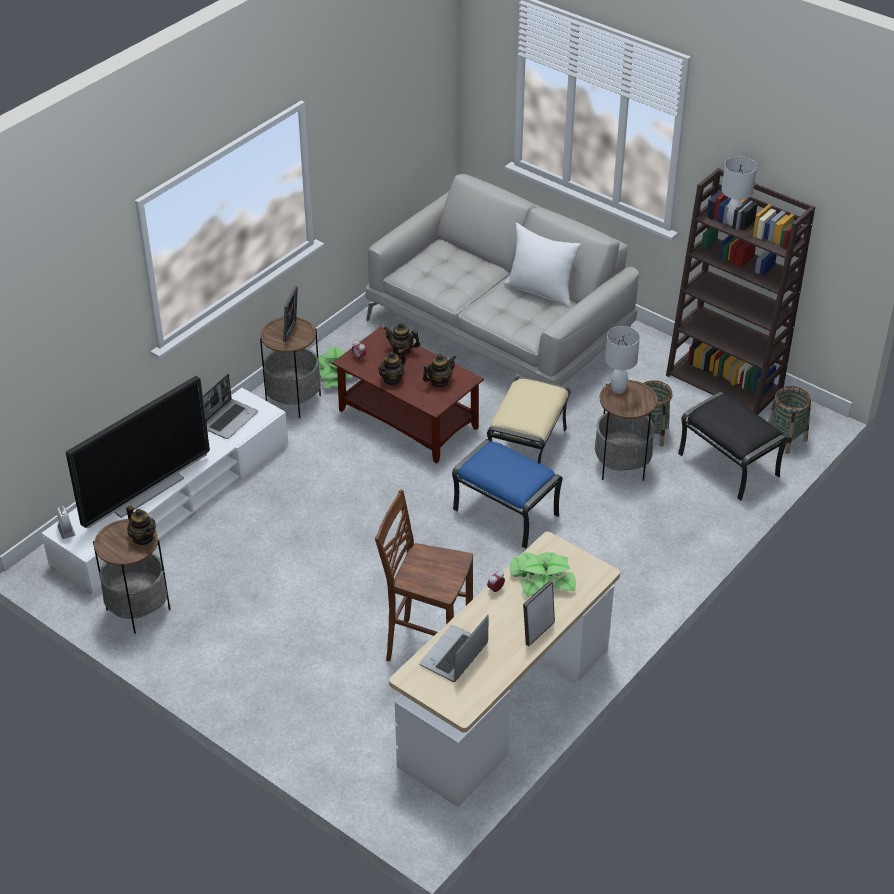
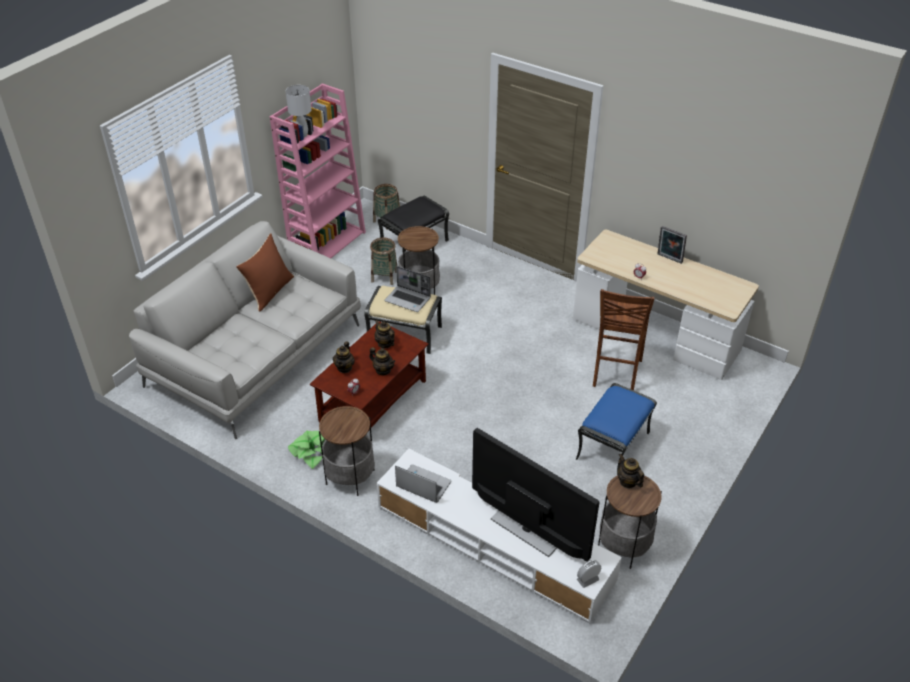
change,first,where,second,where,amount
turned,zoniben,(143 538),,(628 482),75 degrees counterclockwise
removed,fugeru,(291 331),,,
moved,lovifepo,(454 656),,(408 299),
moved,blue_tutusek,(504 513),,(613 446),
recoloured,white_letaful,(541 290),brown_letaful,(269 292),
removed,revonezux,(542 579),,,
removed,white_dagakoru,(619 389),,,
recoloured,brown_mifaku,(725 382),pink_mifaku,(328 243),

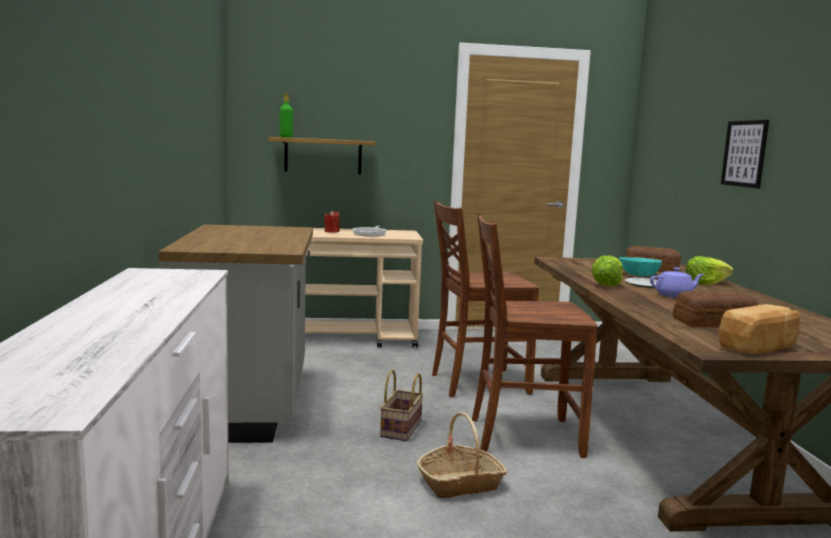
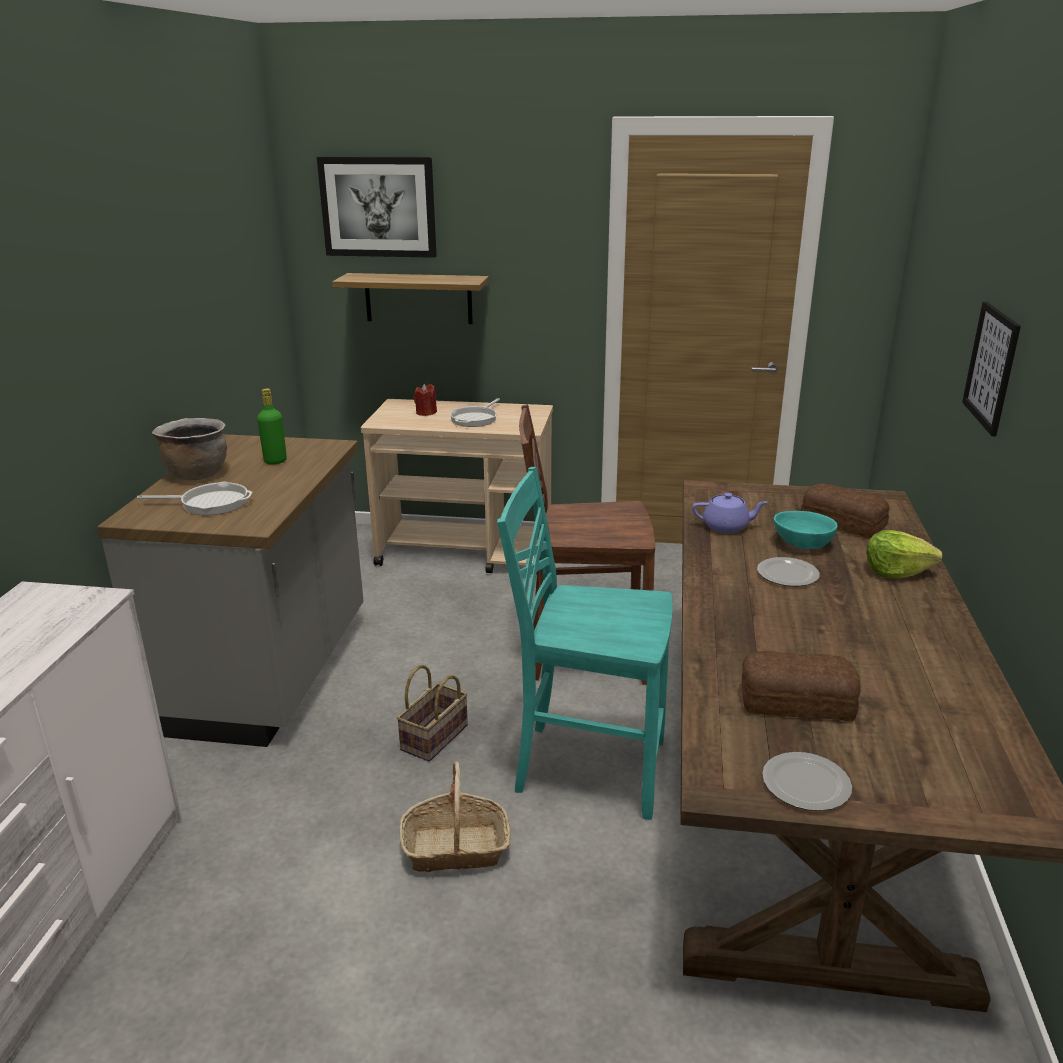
change,first,where,second,where,amount
moved,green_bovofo,(286 137),,(275 461),
recoloured,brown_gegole,(522 436),turquoise_gegole,(587 767),
removed,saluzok,(606 285),,,
moved,purple_zoniben,(674 295),,(727 526),
replaced,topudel,(760 347),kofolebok,(804 783),
added,,,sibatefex,(210 503),
added,,,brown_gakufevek,(197 474),
added,,,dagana,(378 207),

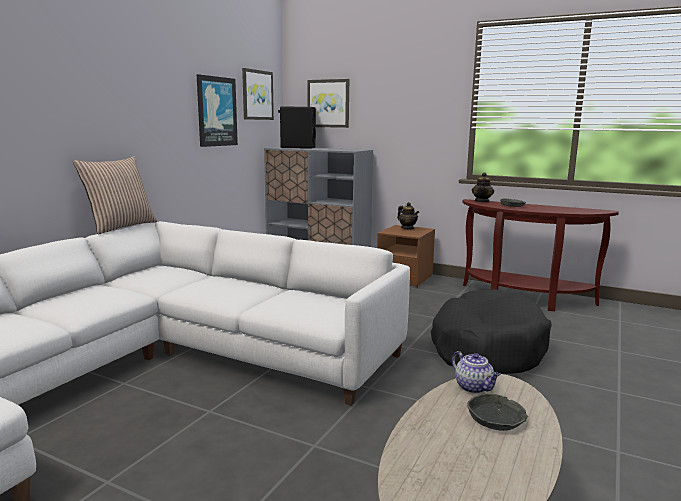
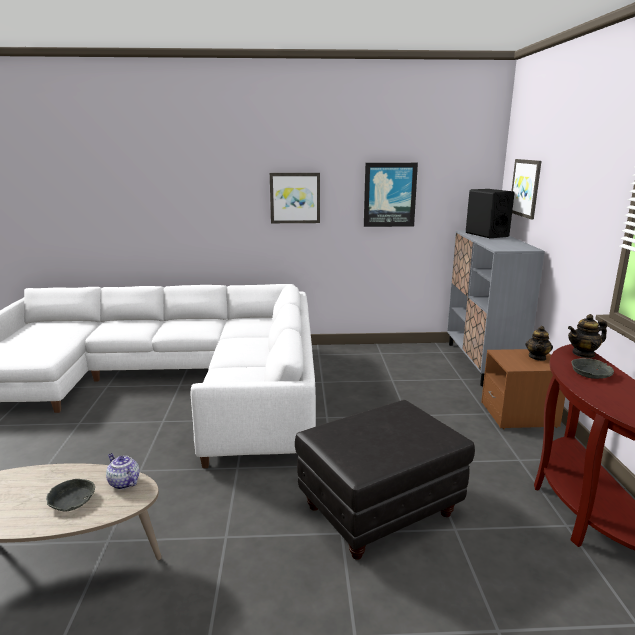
change,first,where,second,where,amount
removed,letaful,(120 226),,,
moved,dagana,(257 95),,(295 198),
replaced,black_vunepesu,(486 348),black_tutusek,(380 511),
turned,zoniben,(474 387),,(123 482),105 degrees clockwise

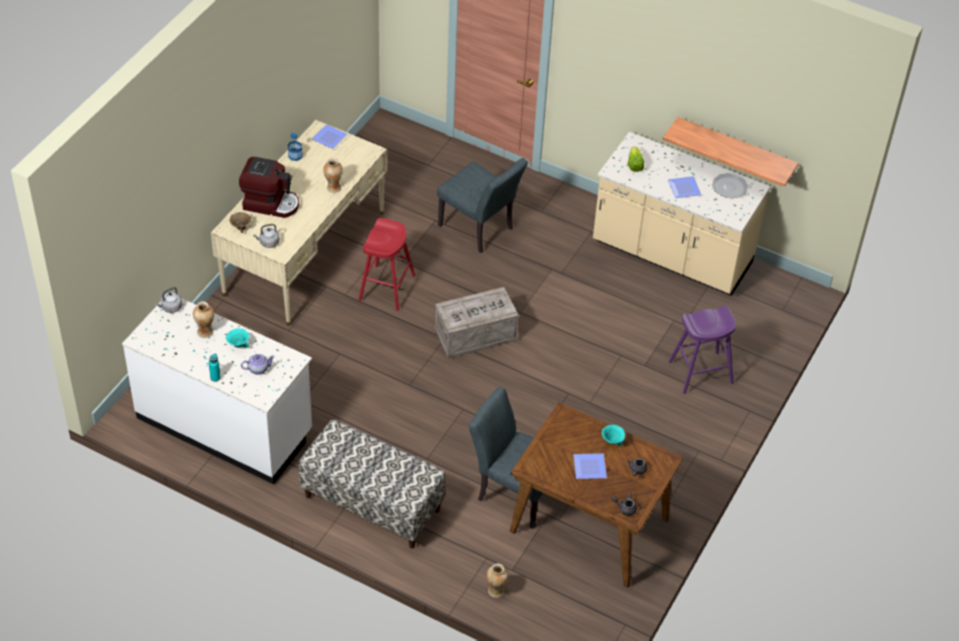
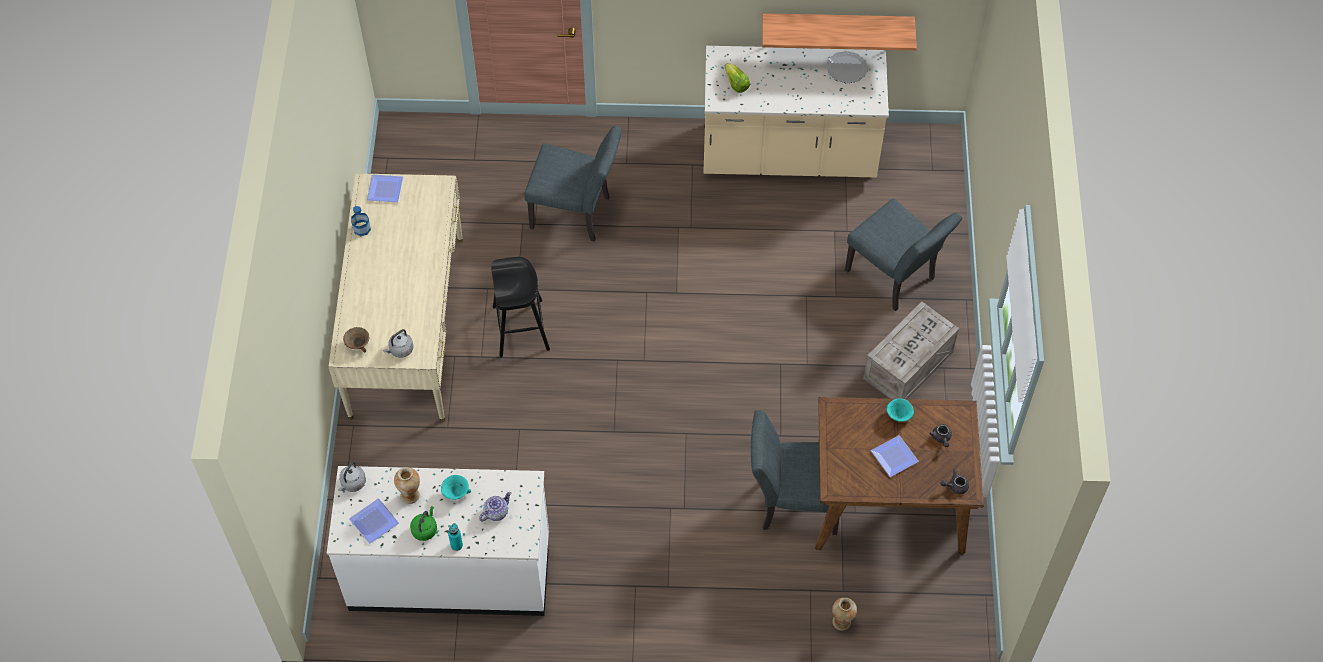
change,first,where,second,where,amount
removed,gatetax,(271 203),,,
removed,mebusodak,(372 503),,,
removed,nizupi,(333 188),,,
recoloured,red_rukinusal,(387 287),black_rukinusal,(521 328),
moved,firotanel,(474 336),,(907 366),
moved,kofolebok,(683 189),,(374 523),
replaced,purple_rukinusal,(700 372),grey_gegole,(895 278),
added,,,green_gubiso,(425 529),

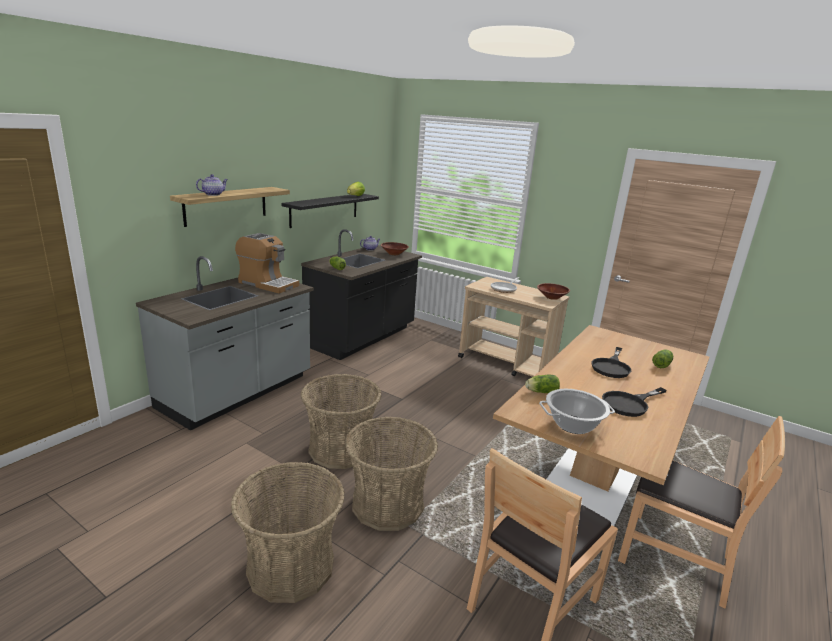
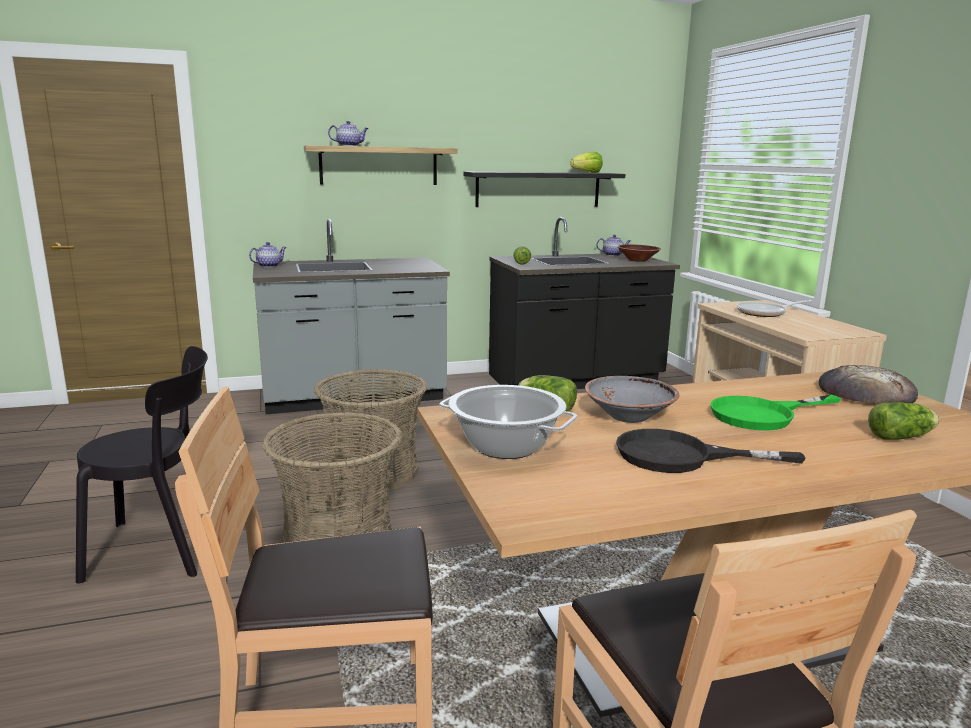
change,first,where,second,where,amount
replaced,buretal,(291 566),black_gegole,(162 548),
removed,gatetax,(267 284),,,
removed,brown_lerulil,(552 297),,,
recoloured,black_sibatefex,(611 367),green_sibatefex,(763 415),
added,,,zoniben,(269 266),
added,,,grey_lerulil,(629 416),
added,,,topudel,(865 393),

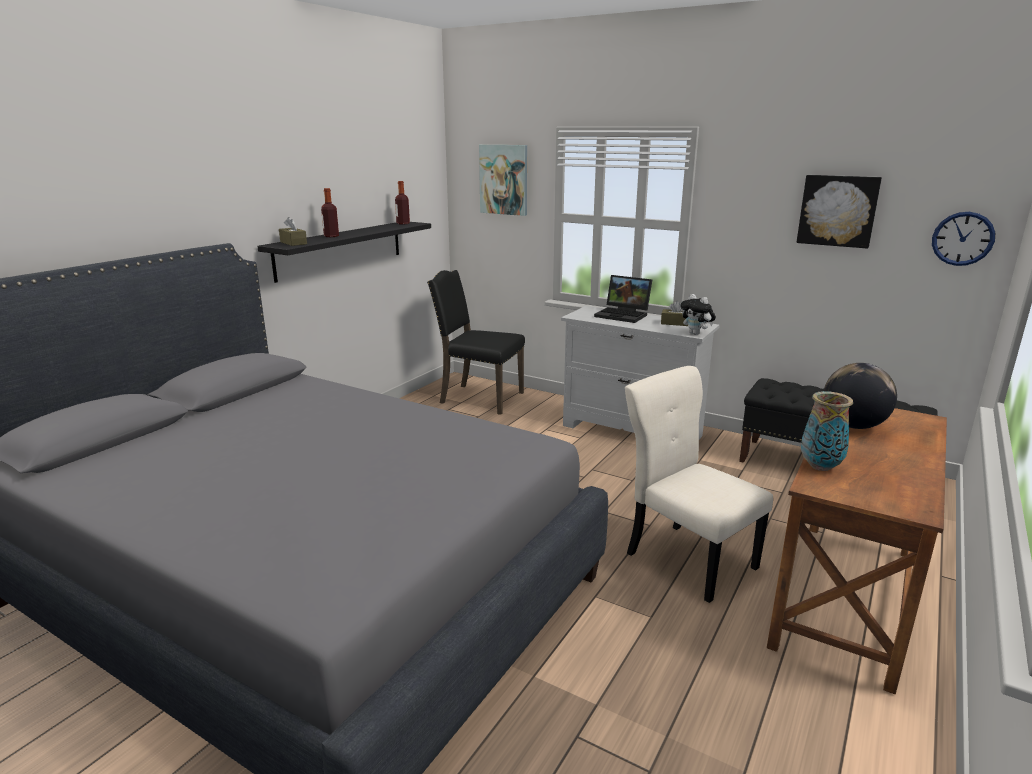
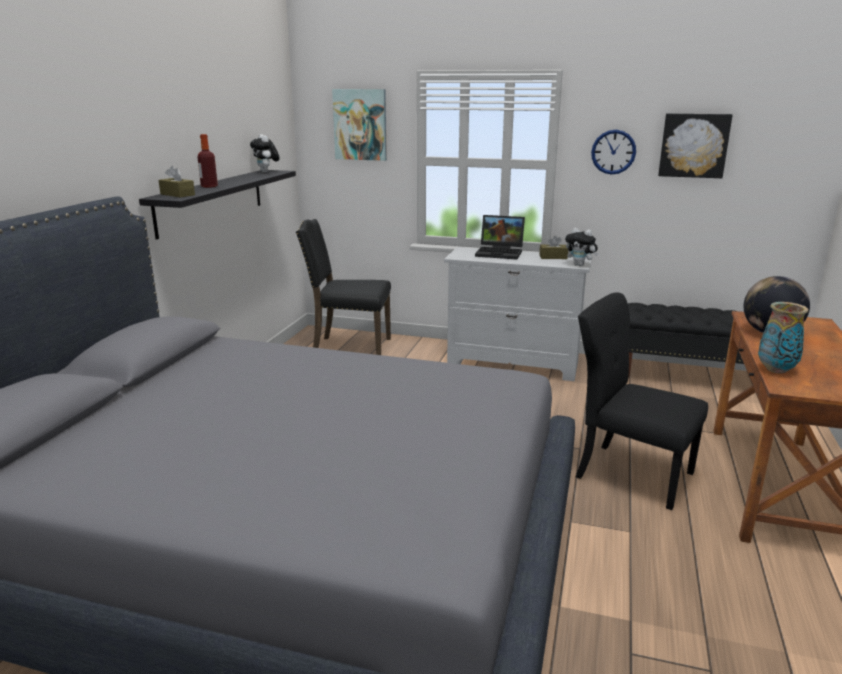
change,first,where,second,where,amount
replaced,bovofo,(403 223),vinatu,(266 172),
recoloured,beige_gegole,(687 558),black_gegole,(629 473),
moved,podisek,(962 238),,(613 152),

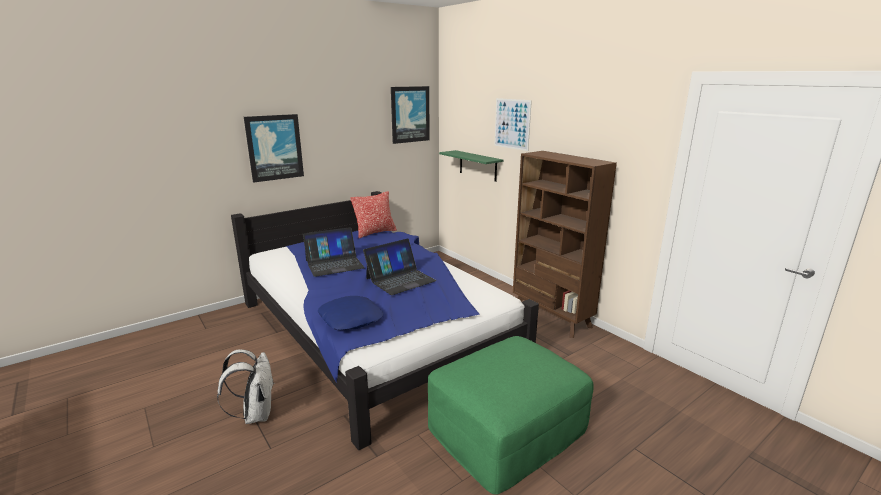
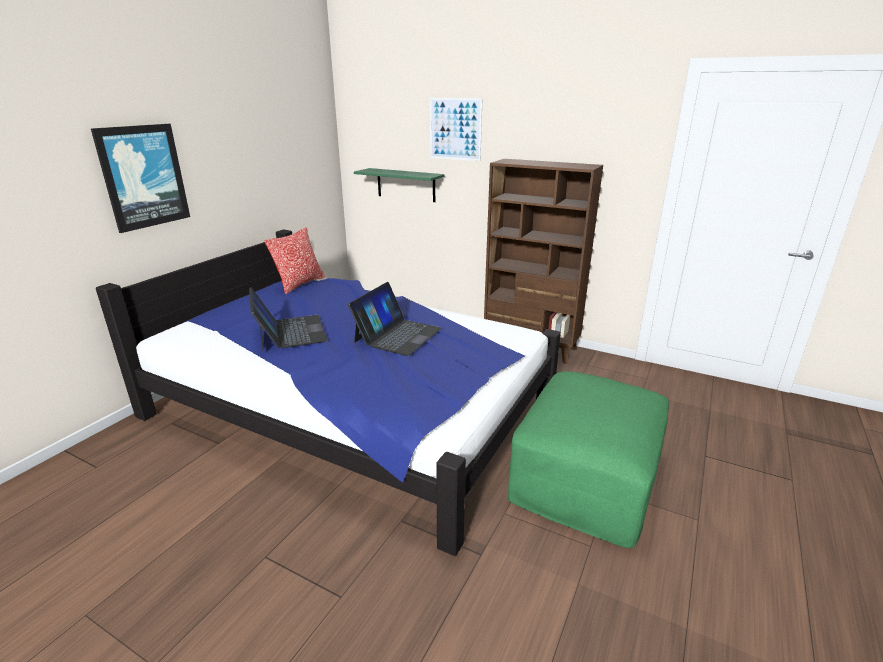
change,first,where,second,where,amount
removed,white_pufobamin,(255 414),,,
turned,lovifepo,(334 264),,(290 332),60 degrees counterclockwise
removed,blue_letaful,(351 319),,,
removed,dagana,(410 114),,,

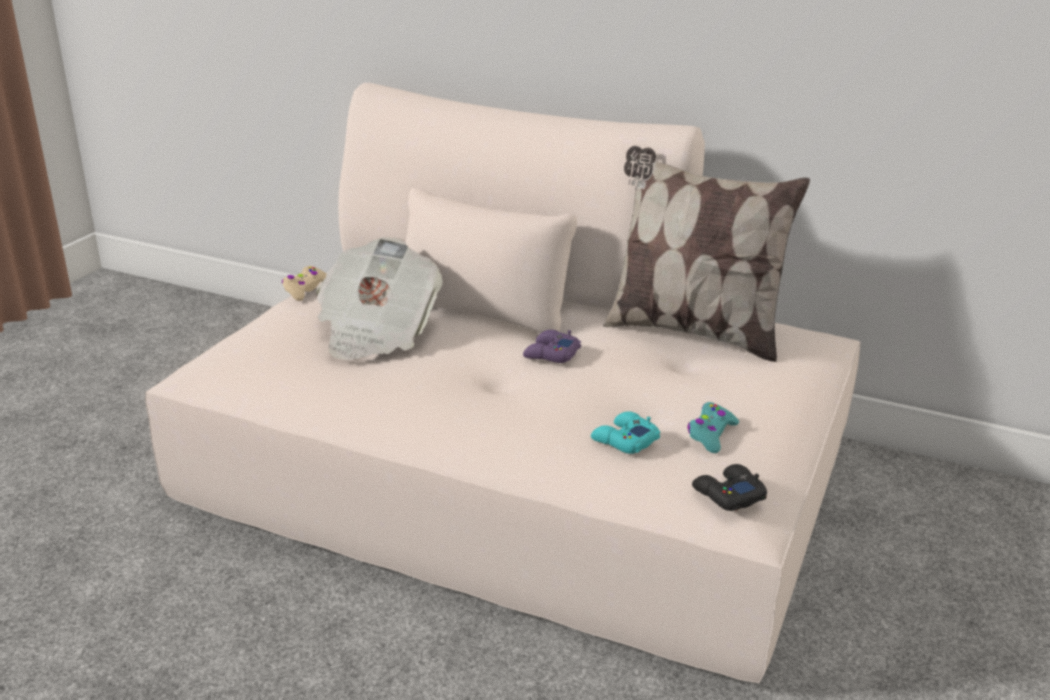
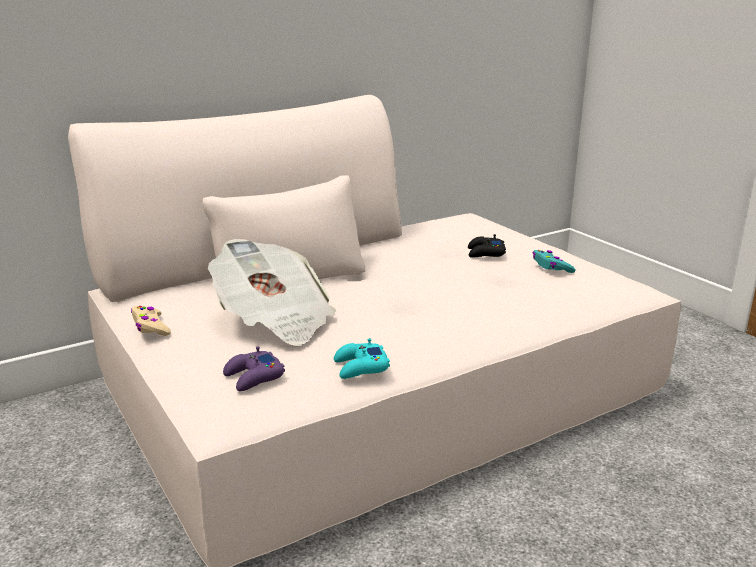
change,first,where,second,where,amount
moved,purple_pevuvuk,(551 354),,(253 377),
moved,turquoise_pevuvuk,(624 440),,(360 367),
removed,letaful,(691 332),,,
moved,black_pevuvuk,(728 494),,(485 253),

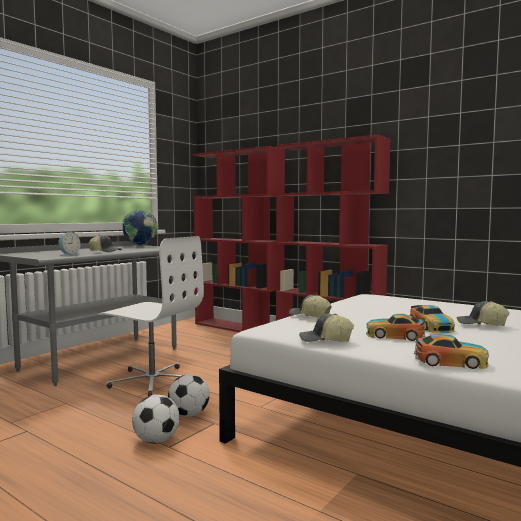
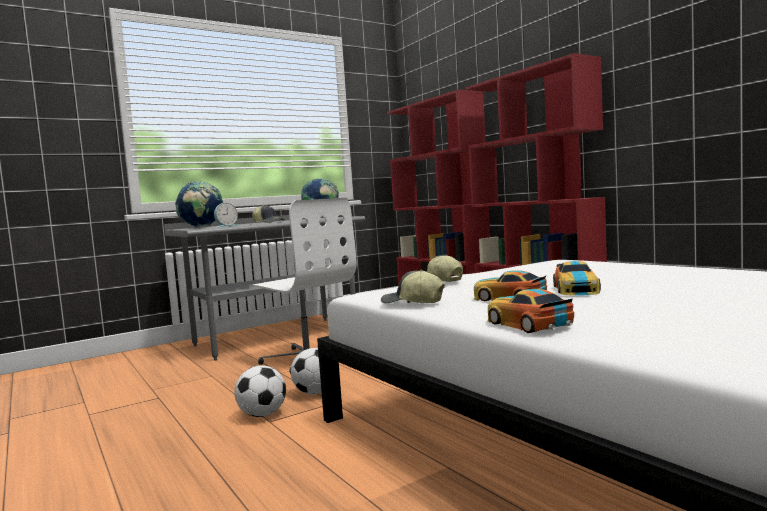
change,first,where,second,where,amount
turned,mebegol,(450 362),,(527 324),150 degrees counterclockwise
removed,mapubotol,(481 324),,,
added,,,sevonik,(201 227),

